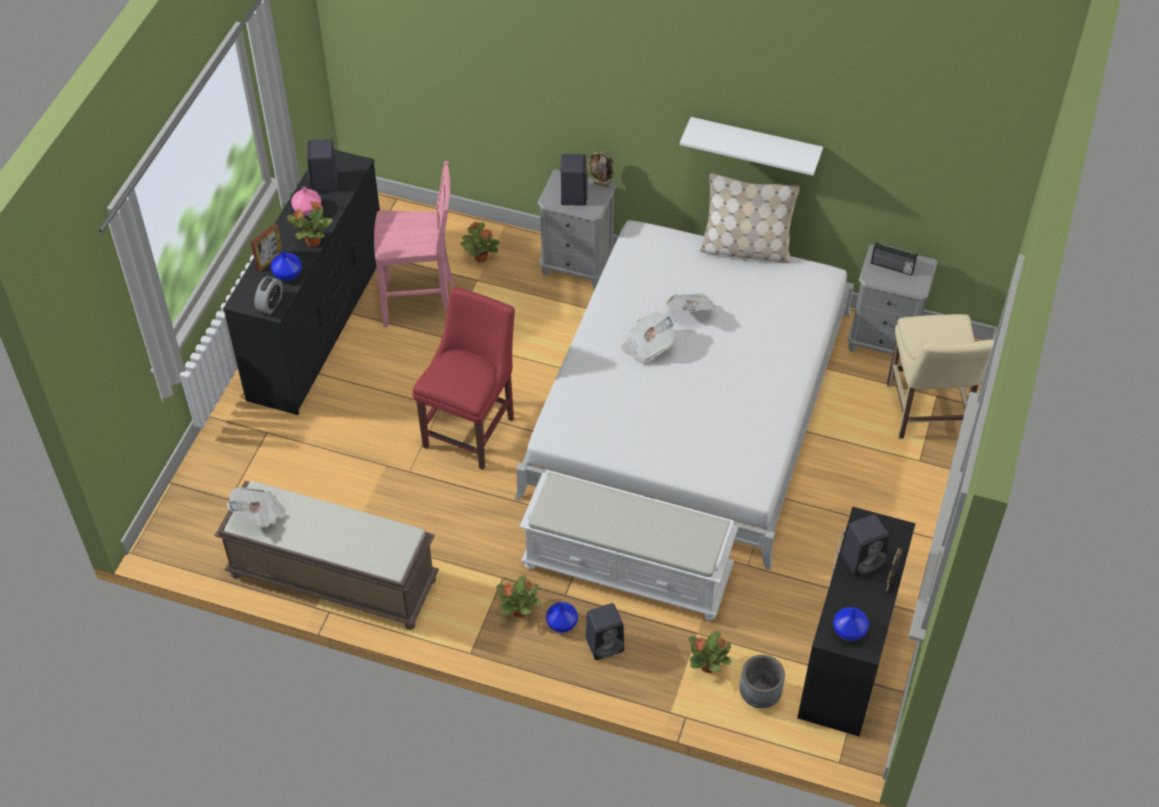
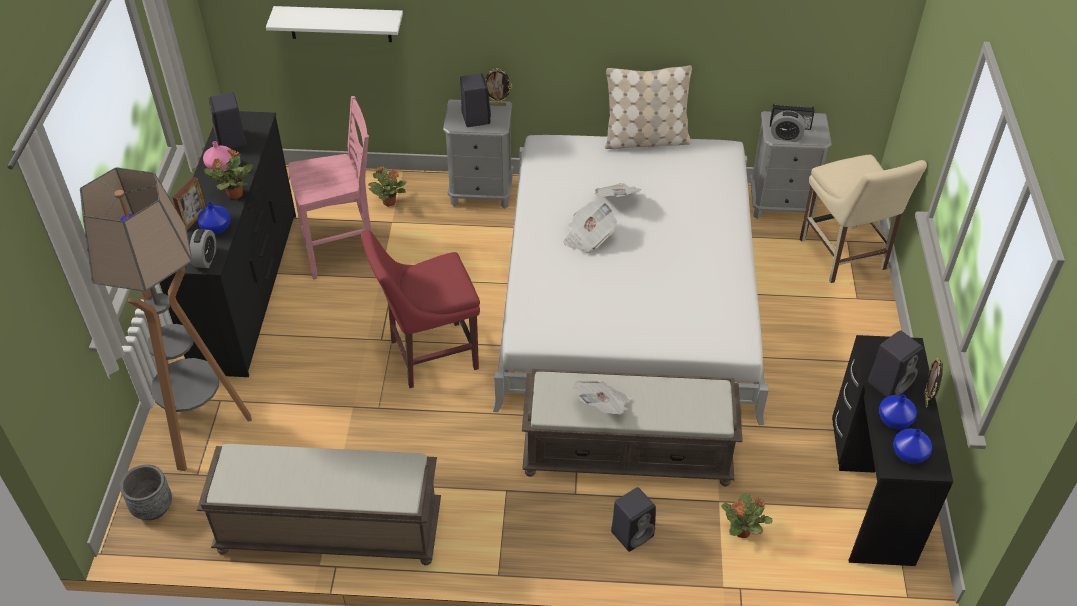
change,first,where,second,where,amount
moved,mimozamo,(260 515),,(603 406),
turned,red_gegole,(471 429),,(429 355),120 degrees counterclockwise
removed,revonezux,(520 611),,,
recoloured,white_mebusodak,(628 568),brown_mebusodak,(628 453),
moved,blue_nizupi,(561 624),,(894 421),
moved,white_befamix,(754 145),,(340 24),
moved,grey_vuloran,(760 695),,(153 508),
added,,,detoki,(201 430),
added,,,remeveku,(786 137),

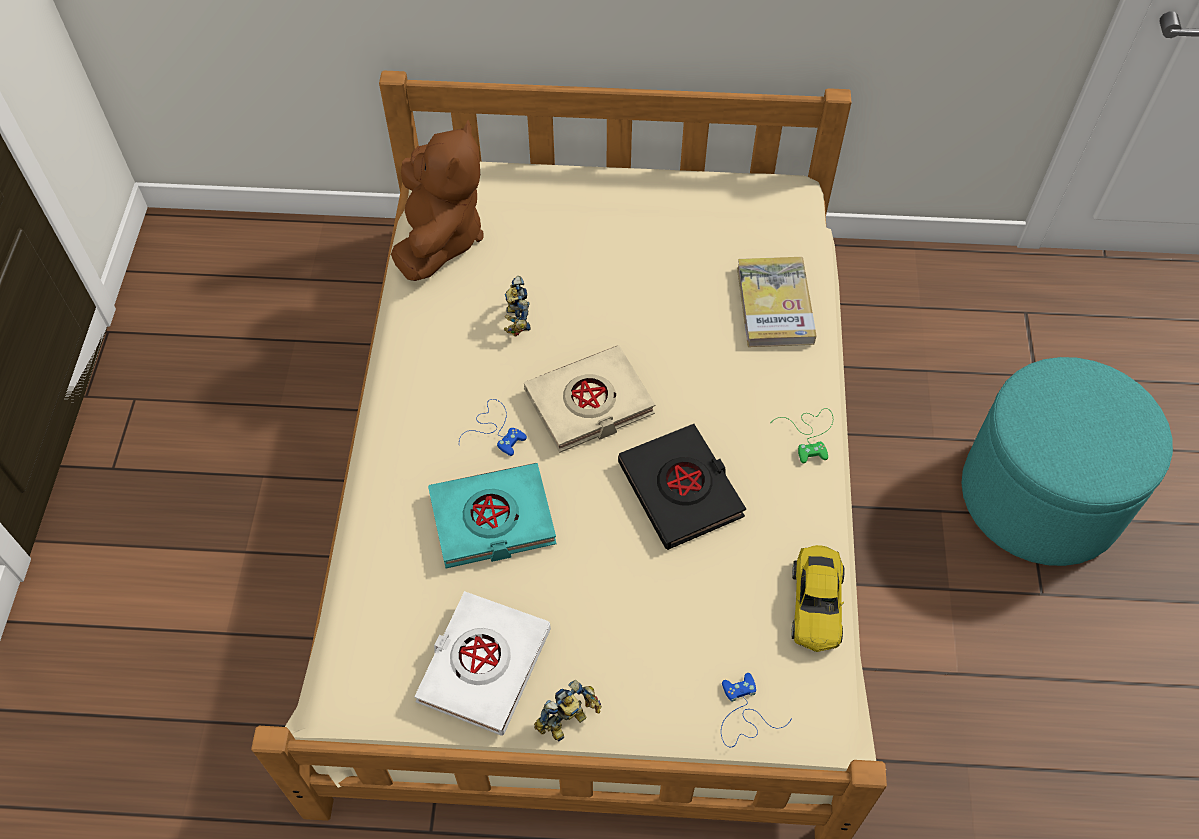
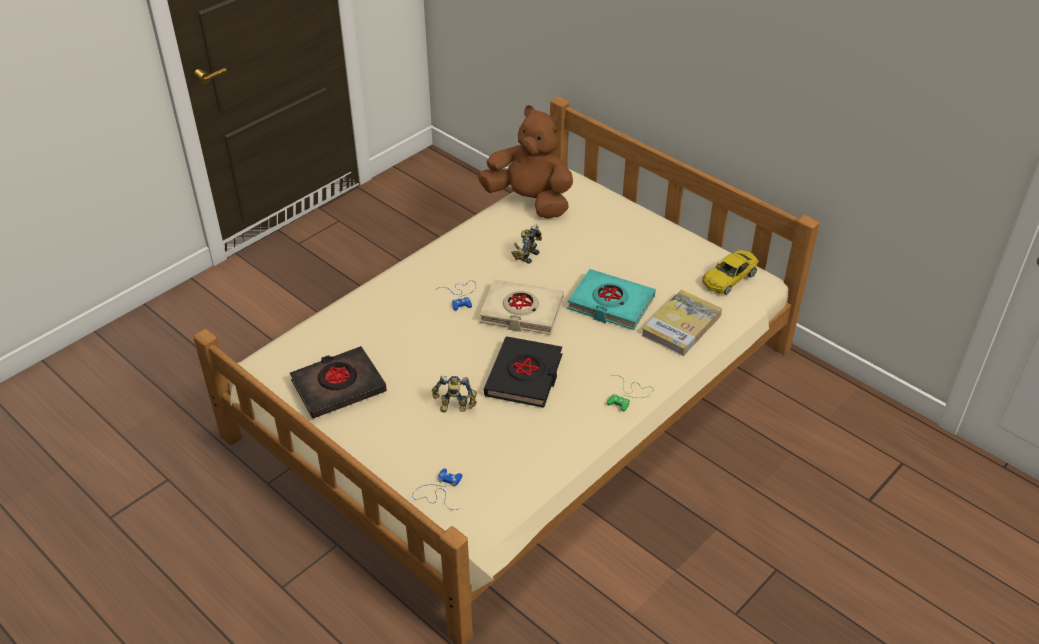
change,first,where,second,where,amount
turned,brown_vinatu,(439 238),,(529 201),105 degrees counterclockwise
recoloured,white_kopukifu,(483 665),black_kopukifu,(338 386),
moved,turquoise_kopukifu,(492 520),,(610 304),
moved,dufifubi,(569 722),,(454 408),
moved,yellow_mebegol,(816 604),,(729 278),
removed,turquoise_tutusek,(1040 496),,,

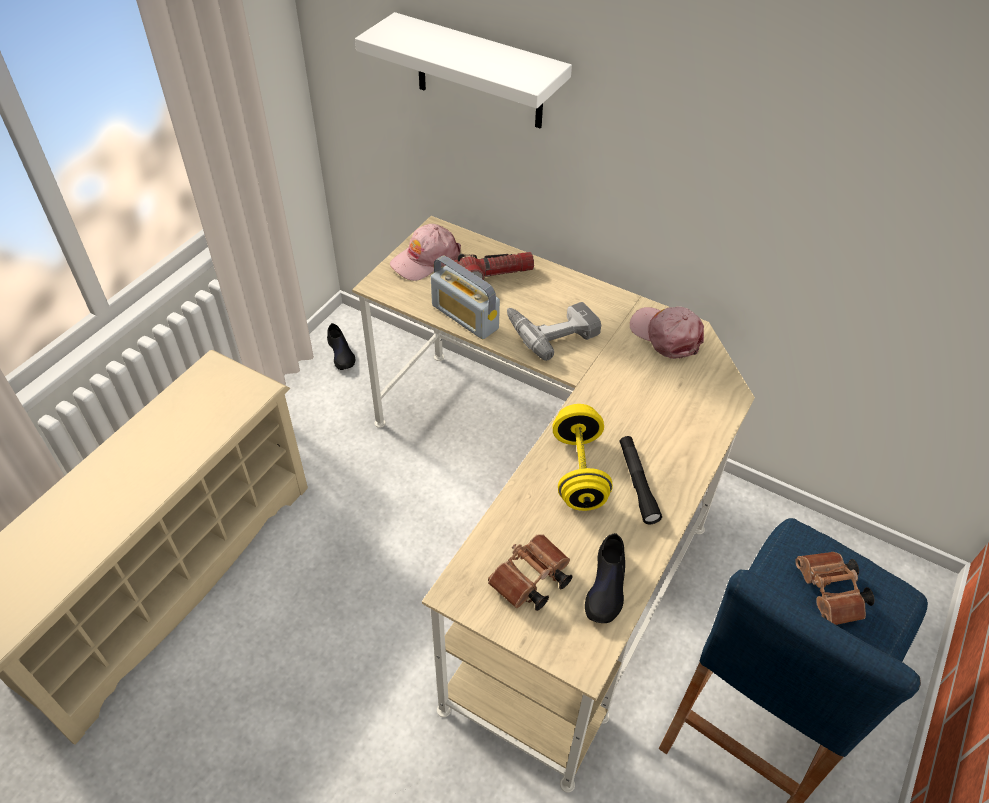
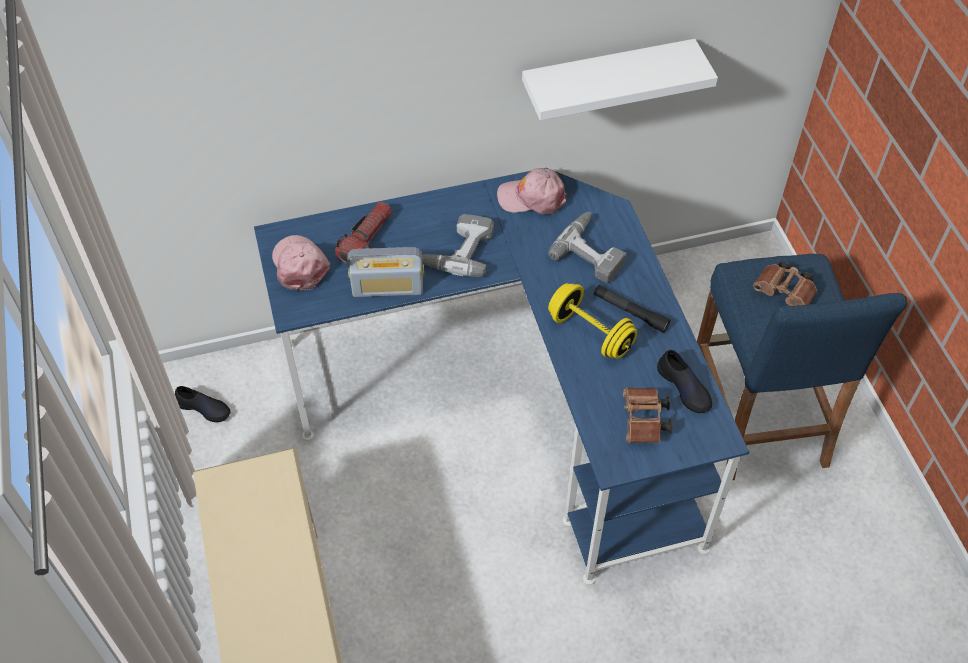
change,first,where,second,where,amount
recoloured,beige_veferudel,(547 520),blue_veferudel,(510 401),
moved,white_befamix,(479 73),,(606 80),
turned,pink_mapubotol,(425 259),,(300 265),150 degrees clockwise
added,,,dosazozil,(593 251),

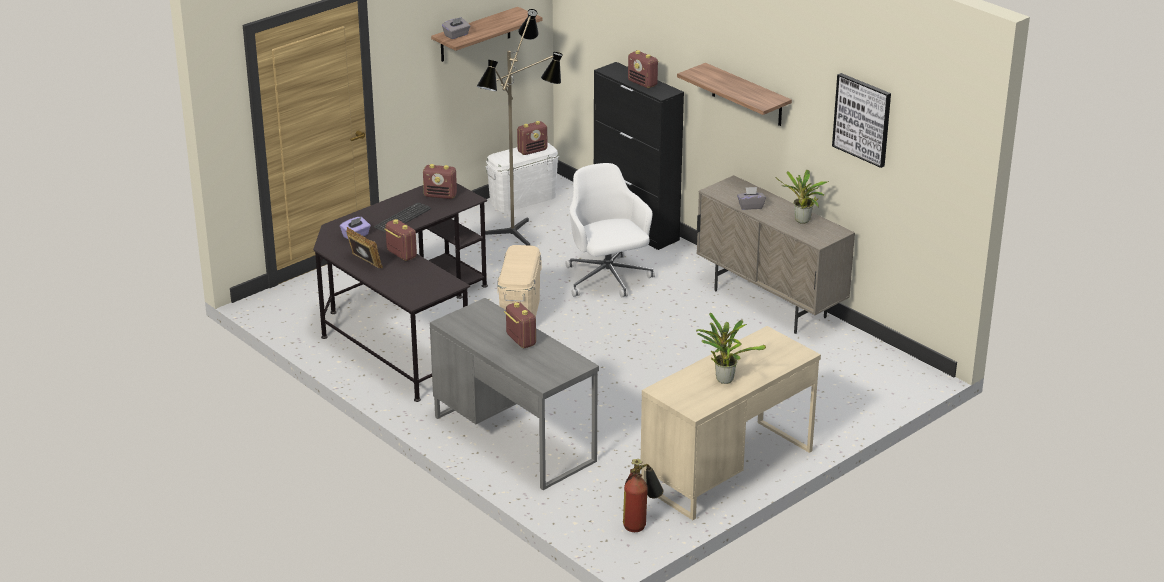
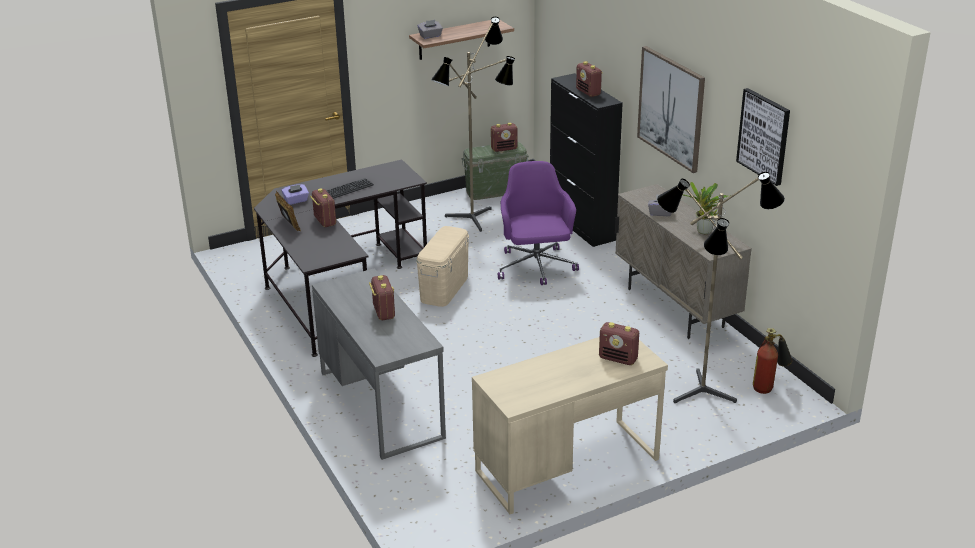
change,first,where,second,where,amount
moved,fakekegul,(440 195),,(618 359),
recoloured,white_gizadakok,(523 199),green_gizadakok,(495 191),
recoloured,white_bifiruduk,(607 279),purple_bifiruduk,(536 267),
moved,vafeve,(641 522),,(769 386),
replaced,befamix,(747 95),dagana,(671 108),
removed,revonezux,(723 378),,,
added,,,detoki,(700 396),

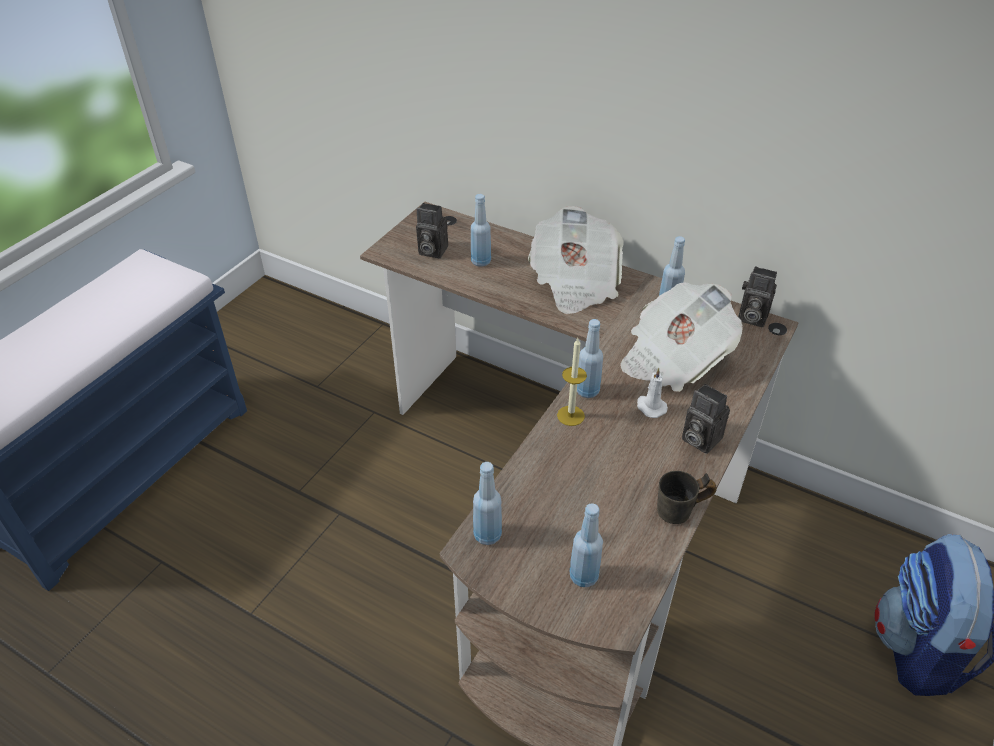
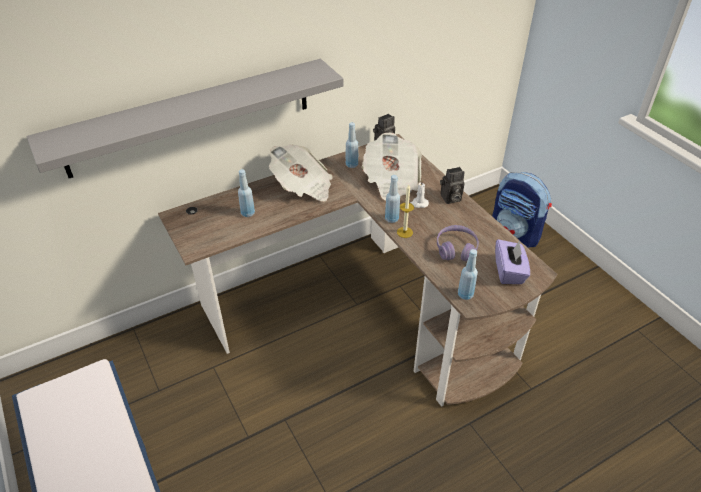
change,first,where,second,where,amount
removed,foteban,(431 251),,,
replaced,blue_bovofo,(584 576),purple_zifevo,(509 272),
removed,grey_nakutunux,(682 514),,,
added,,,grey_befamix,(191 117),
added,,,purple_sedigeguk,(456 249),

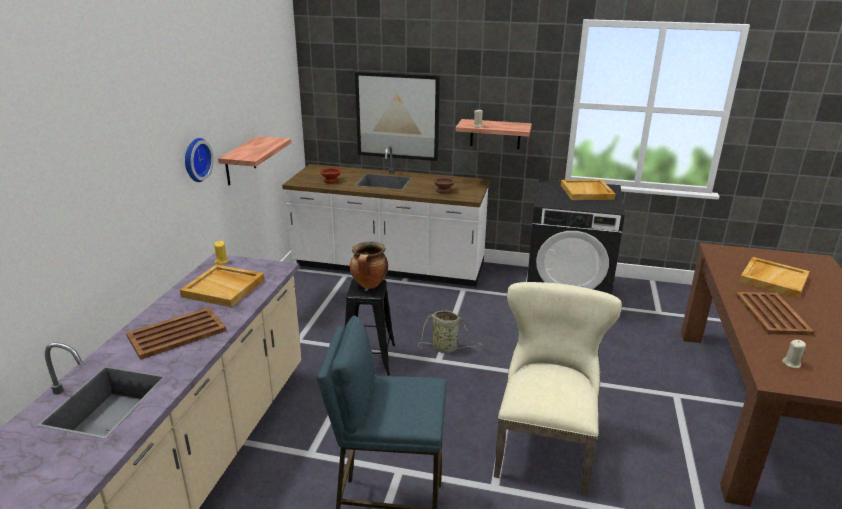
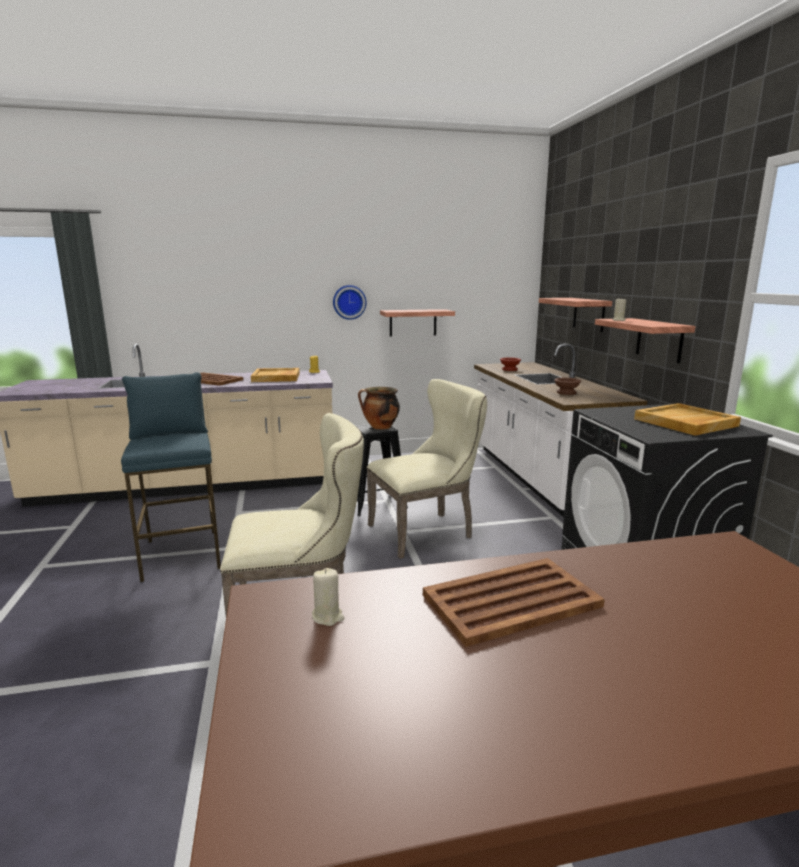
change,first,where,second,where,amount
replaced,dagana,(397 116),befamix,(589 314),
replaced,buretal,(446 348),beige_gegole,(427 531),
removed,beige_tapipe,(773 279),,,

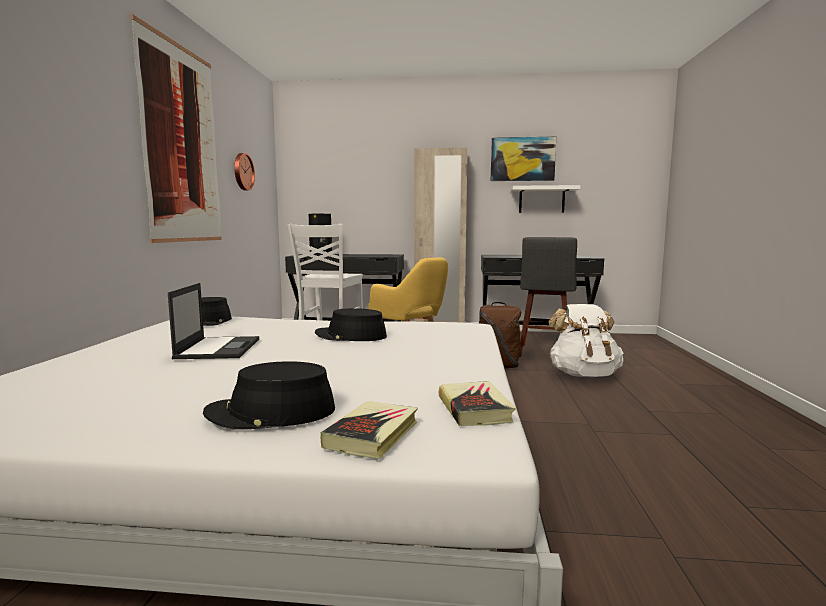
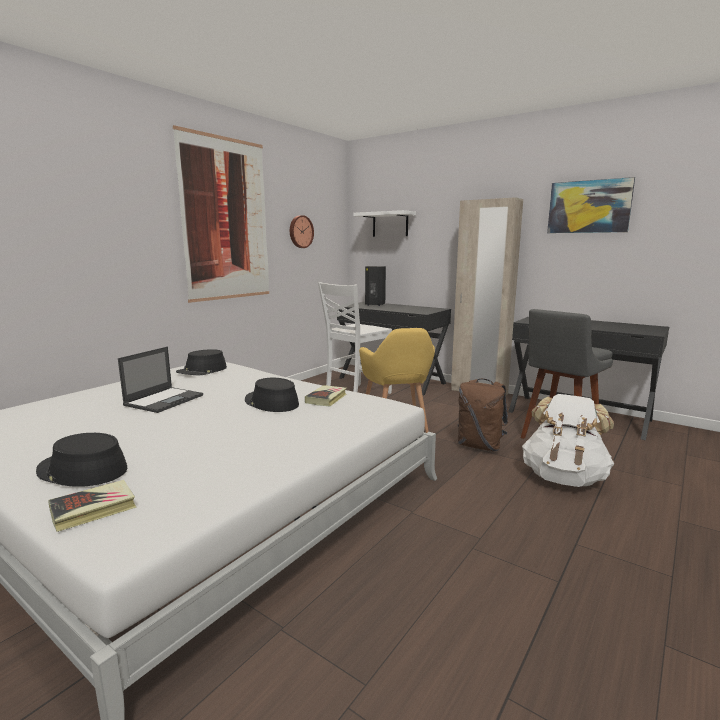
change,first,where,second,where,amount
moved,kopukifu,(474 409),,(326 399),
moved,white_befamix,(541 200),,(390 224),

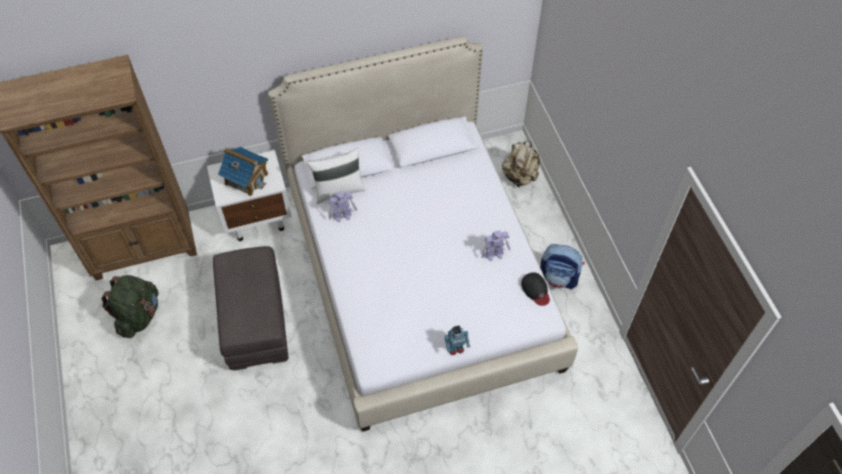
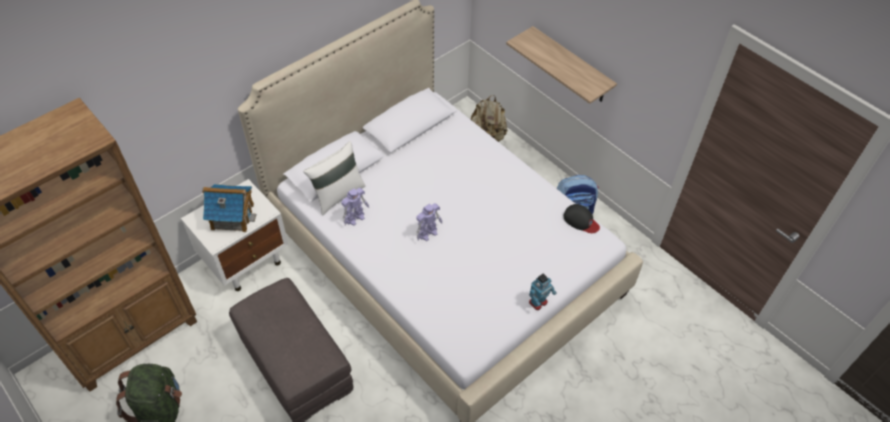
change,first,where,second,where,amount
moved,dufifubi,(494 254),,(428 233),
added,,,befamix,(571 66),

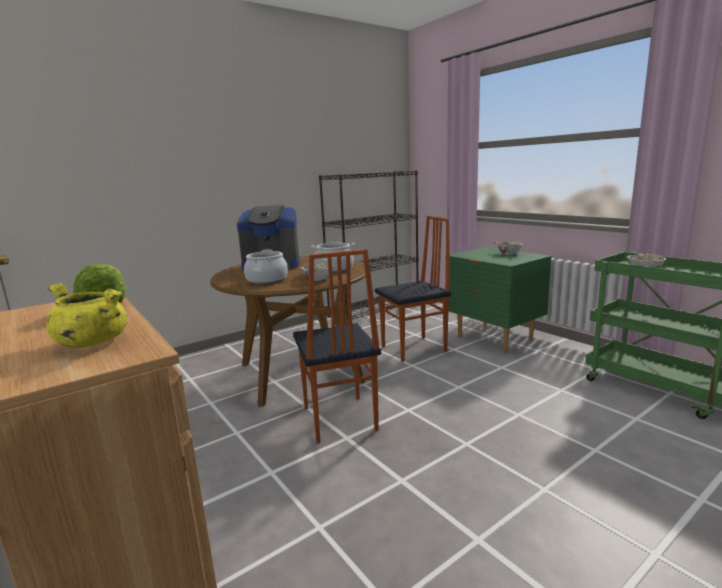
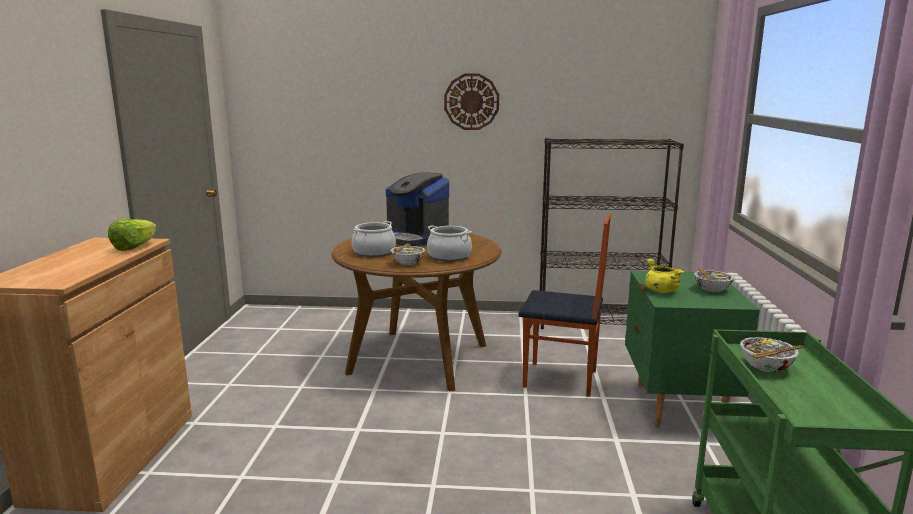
change,first,where,second,where,amount
moved,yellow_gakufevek,(92 342),,(661 291),
removed,gegole,(338 419),,,
added,,,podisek,(471 102),

